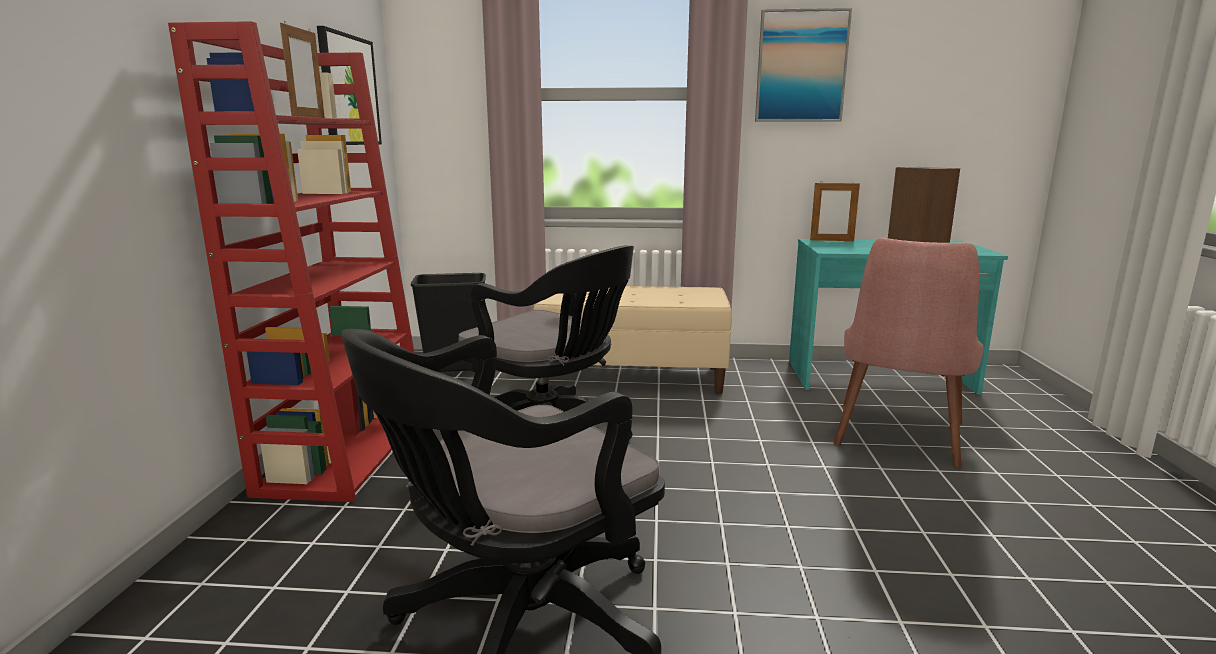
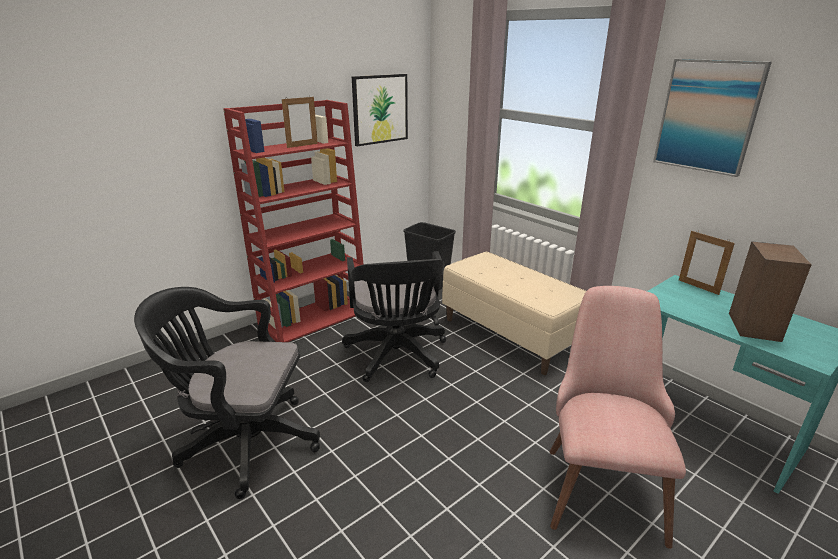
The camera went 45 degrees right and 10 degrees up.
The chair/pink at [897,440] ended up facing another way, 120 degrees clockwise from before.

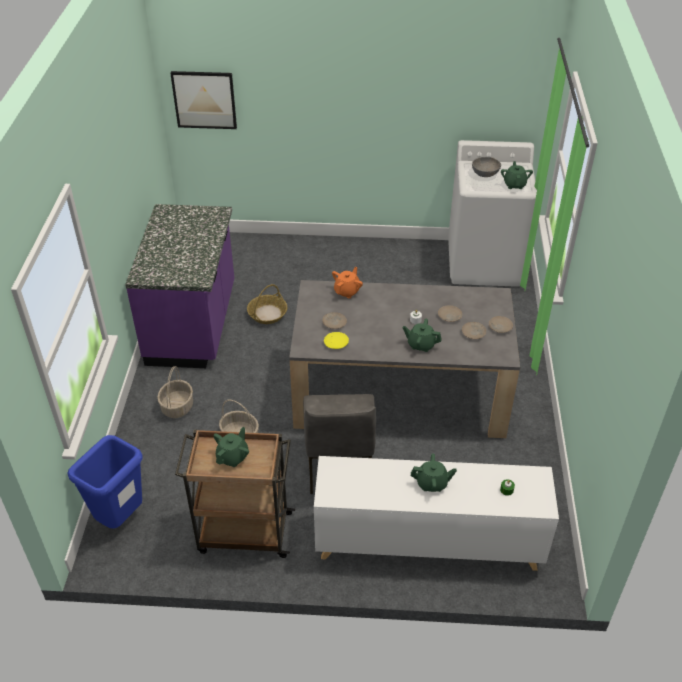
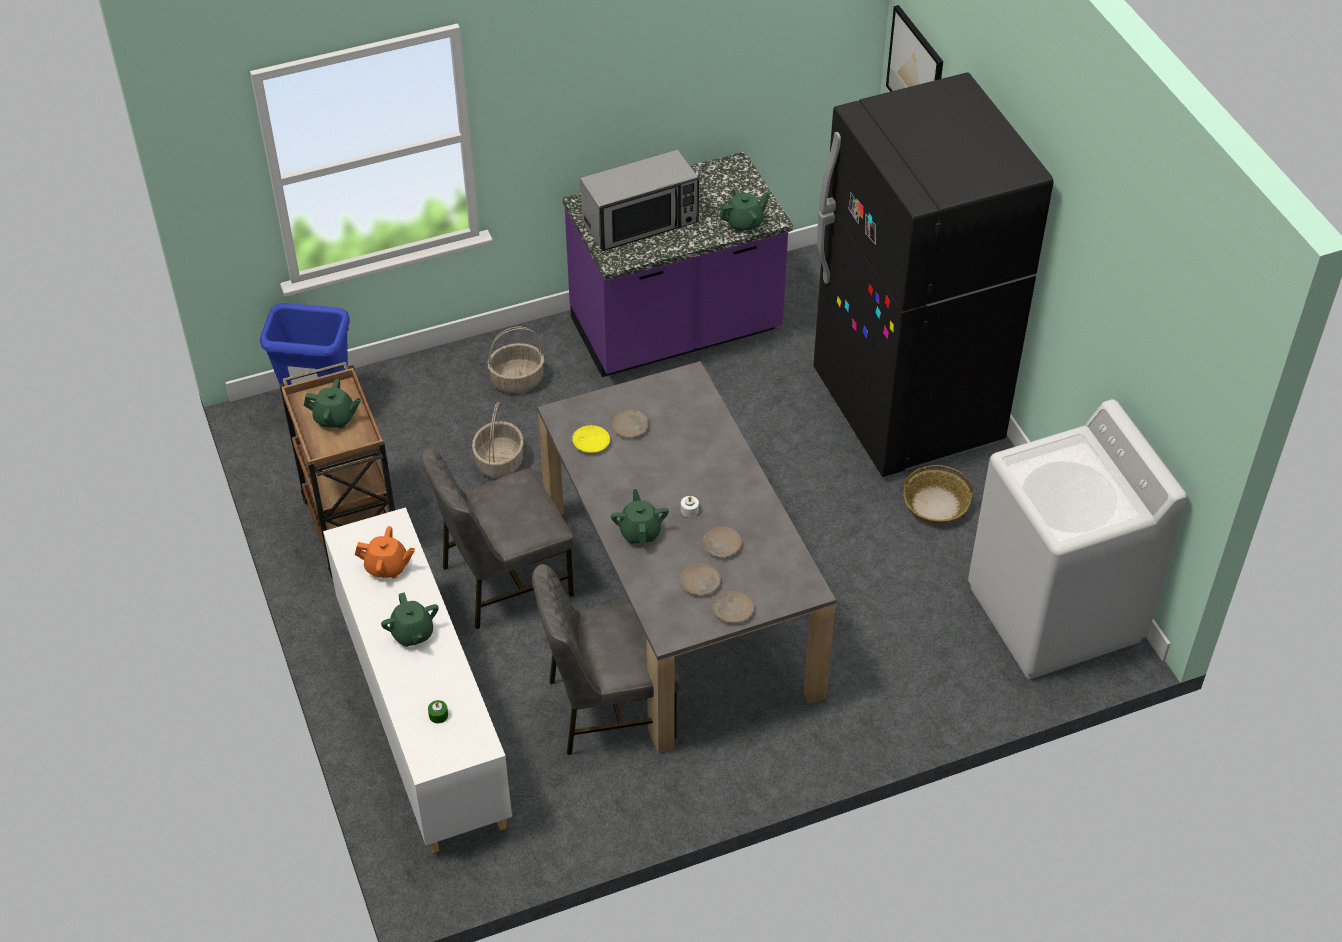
The camera went 65 degrees right and 5 degrees up.
The second view lost the bowl/grey at [485,173].
The second view gained the chair/grey at [608,707].
The second view gained the microwave at [641,222].
The second view gained the fridge/black at [907,409].
The basket ended up elsewhere, having gone from [267,314] to [936,504].
The teapot/orange ended up elsewhere, having gone from [347,291] to [387,567].
The teapot/green ended up elsewhere, having gone from [514,184] to [744,223].

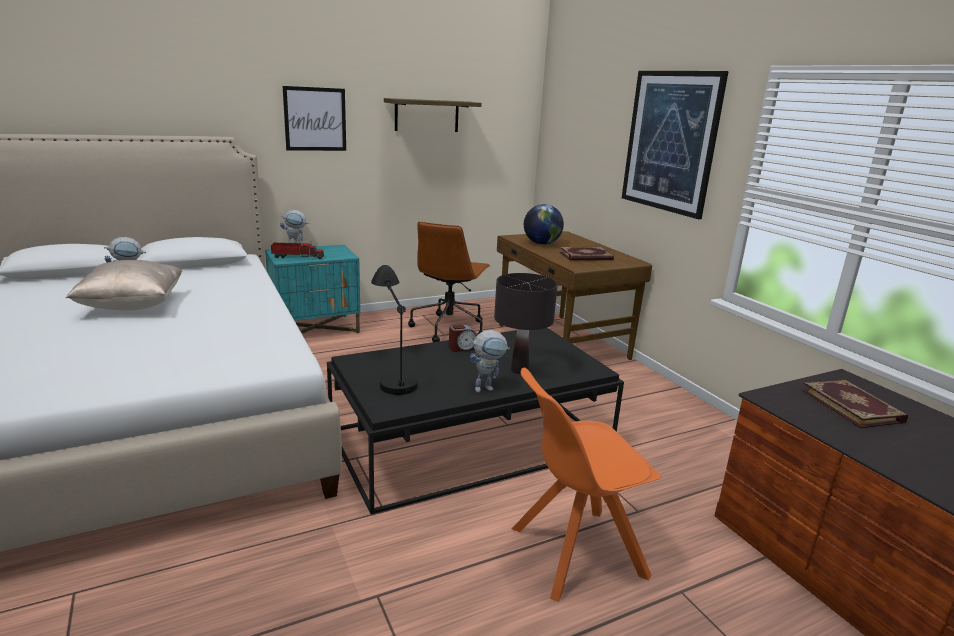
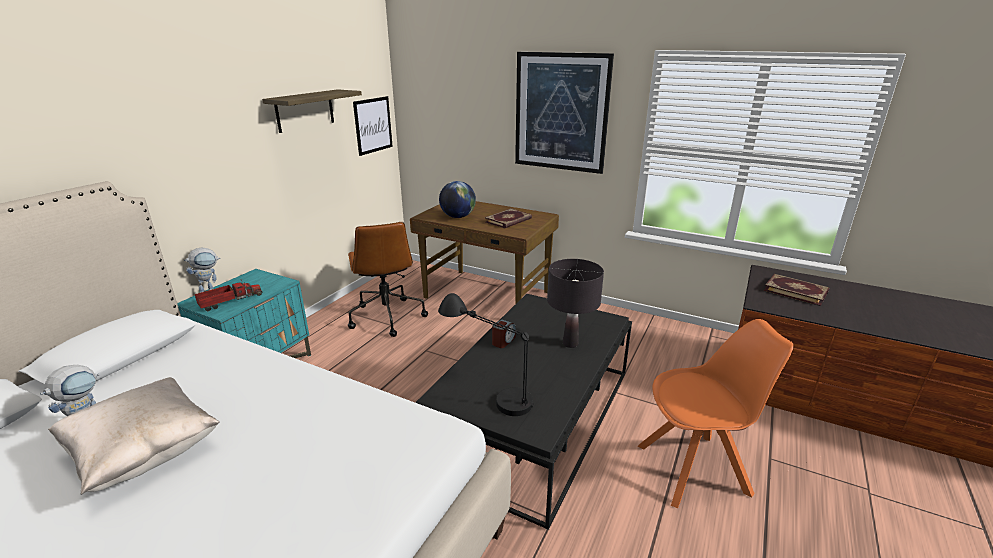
The camera went 35 degrees left and 5 degrees up.
The second view lost the toy robot at [487,388].
The picture ended up elsewhere, having gone from [315,119] to [373,125].
The chair/orange at [574,552] ended up facing another way, 135 degrees counterclockwise from before.

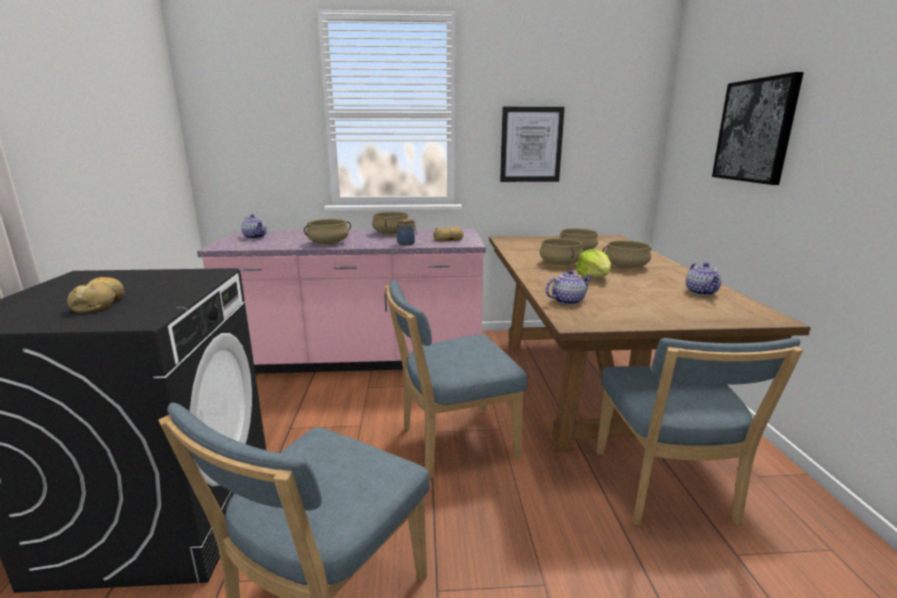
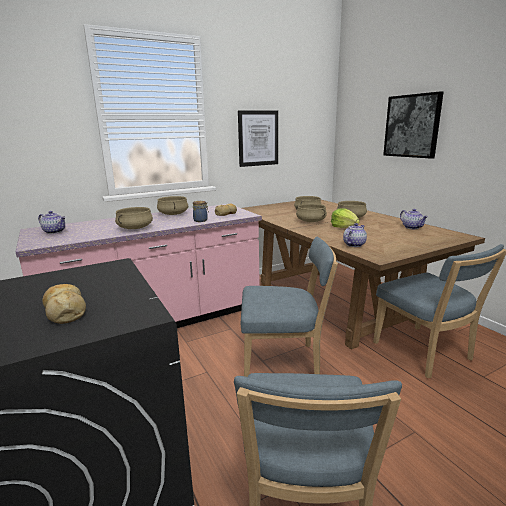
The camera went 25 degrees left and 0 degrees up.
The chair/blue at [452,443] ended up facing another way, 135 degrees counterclockwise from before.

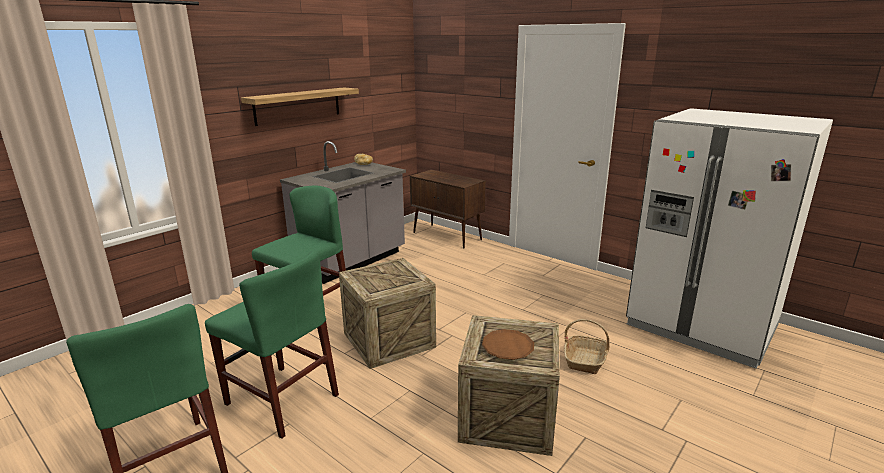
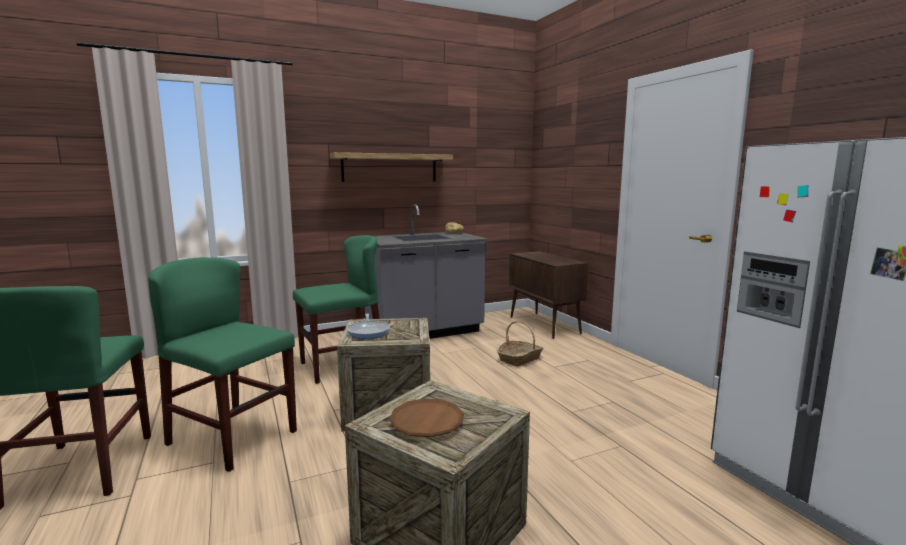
The camera went 25 degrees right and 10 degrees down.
The second view gained the frying pan at [368,331].
The basket ended up elsewhere, having gone from [585,360] to [519,359].
The chair/green at [281,399] ended up facing another way, 150 degrees clockwise from before.

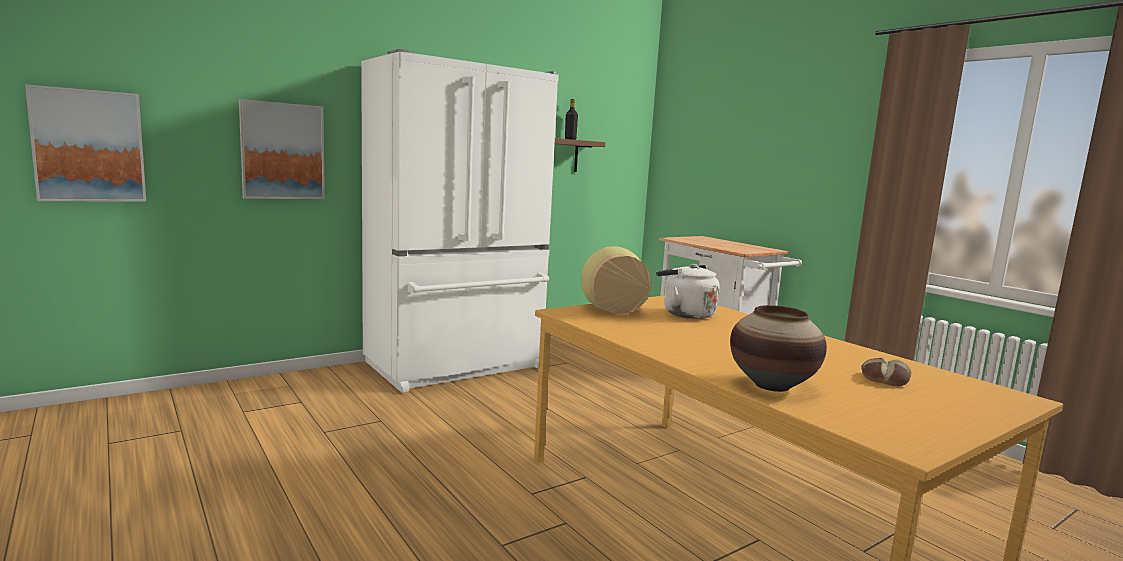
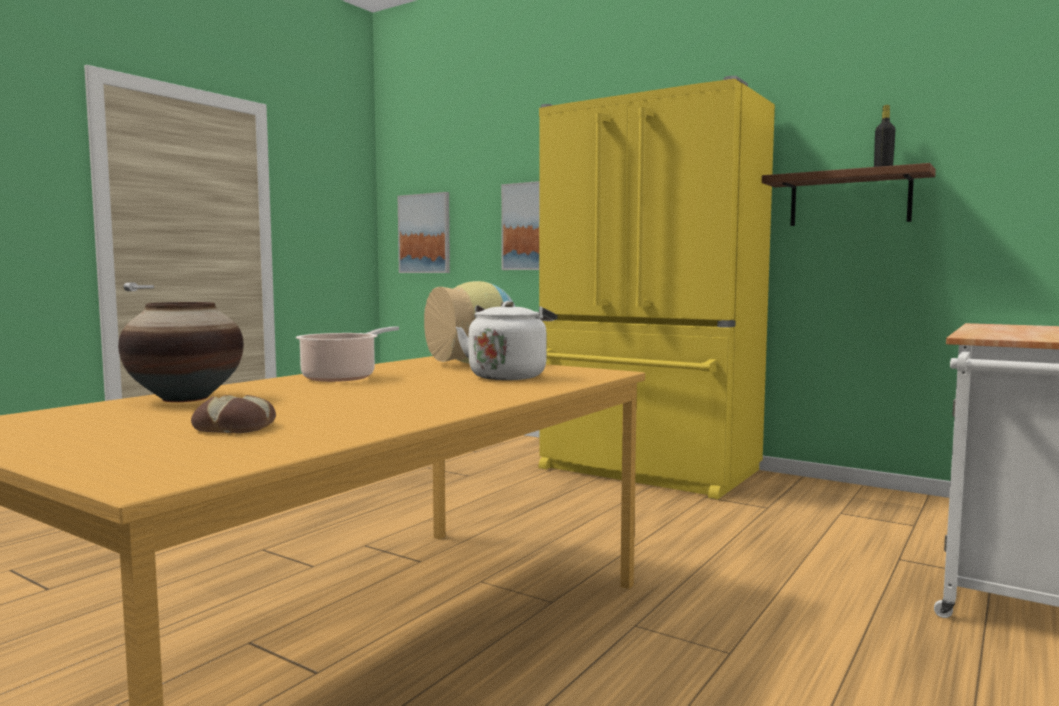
The camera went 70 degrees right and 5 degrees down.
The second view gained the cooking pot at [342,377].
What was the fridge/white at [457,366] turned into the fridge/yellow at [647,471].

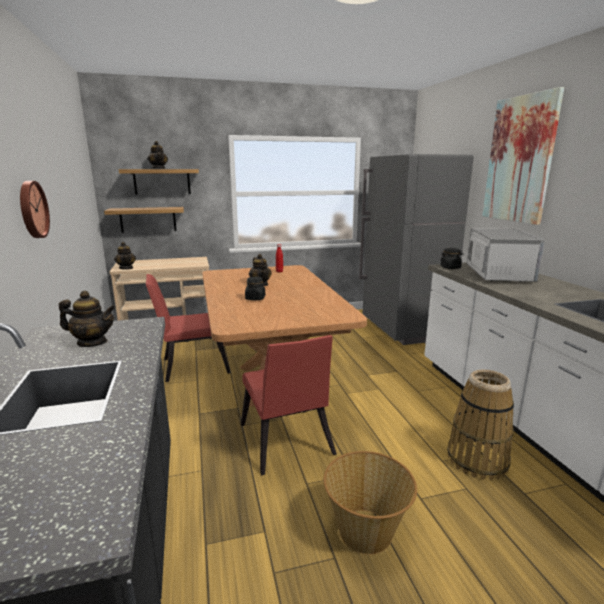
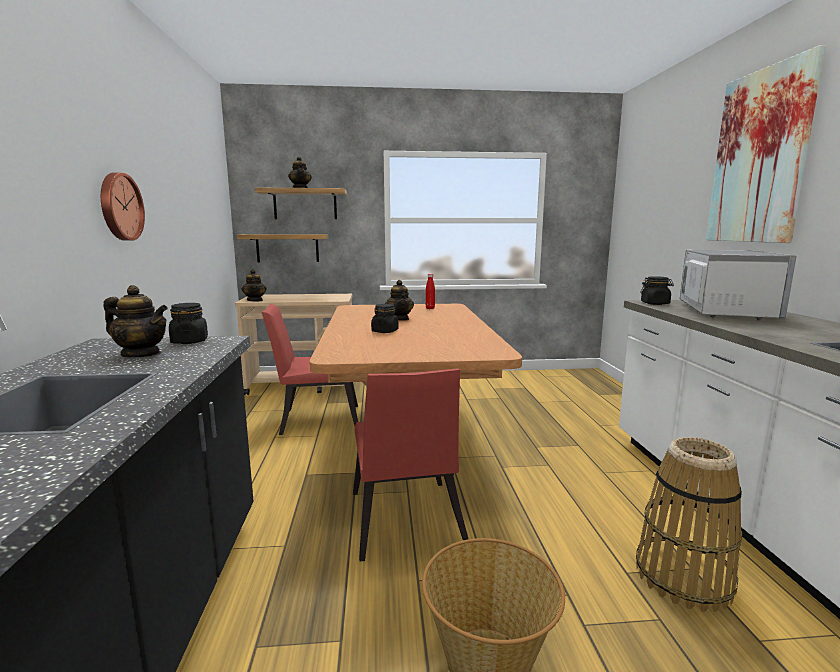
The camera went 10 degrees right and 5 degrees down.
The second view lost the fridge/grey at [403,330].
The second view gained the jar/black at [189,341].

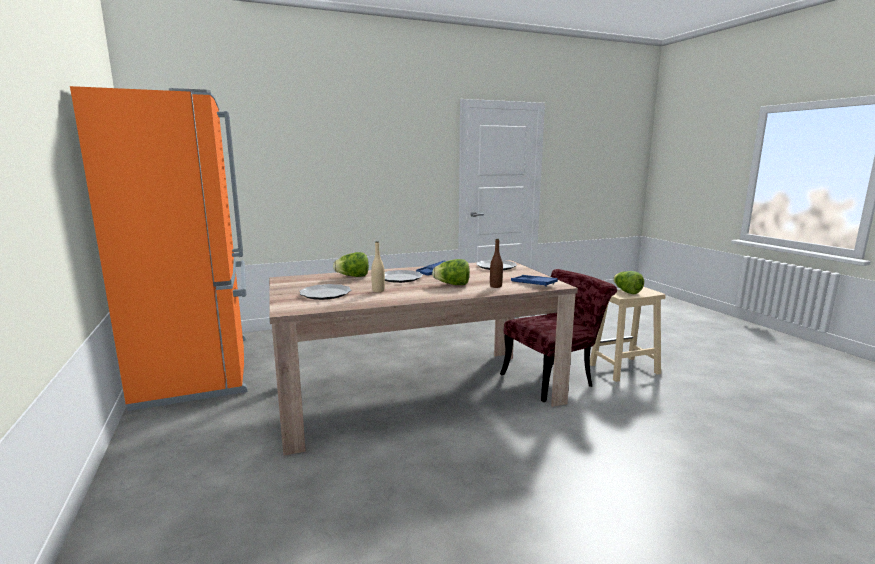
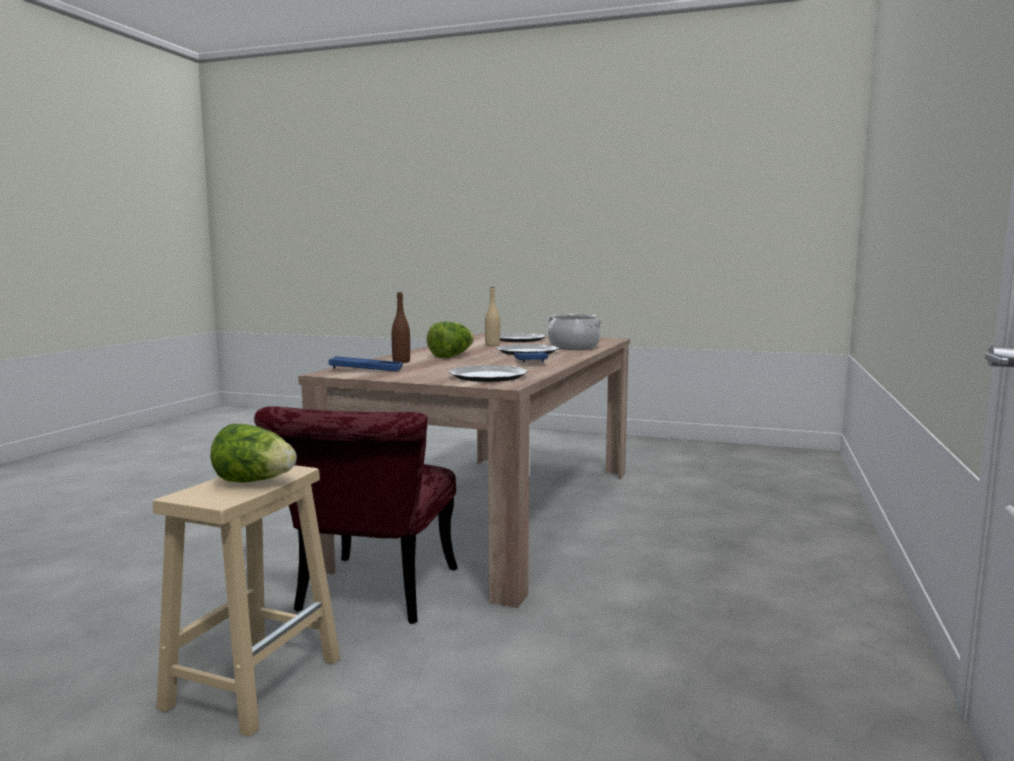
The camera went 130 degrees right and 5 degrees down.
The second view lost the fridge/orange at [199,369].
Where the lettuce stood at [353,276], the cooking pot came to stand at [573,347].

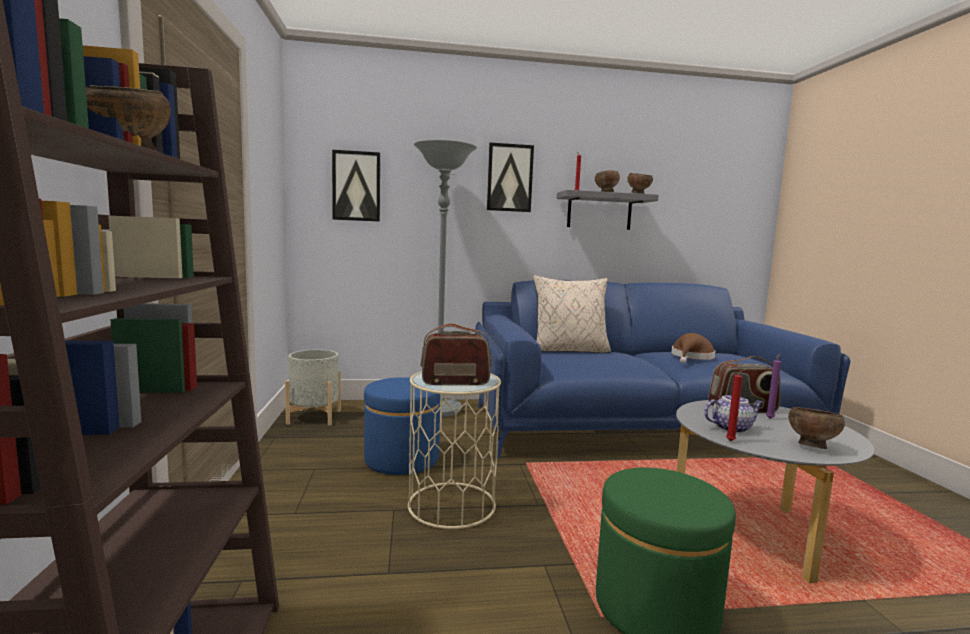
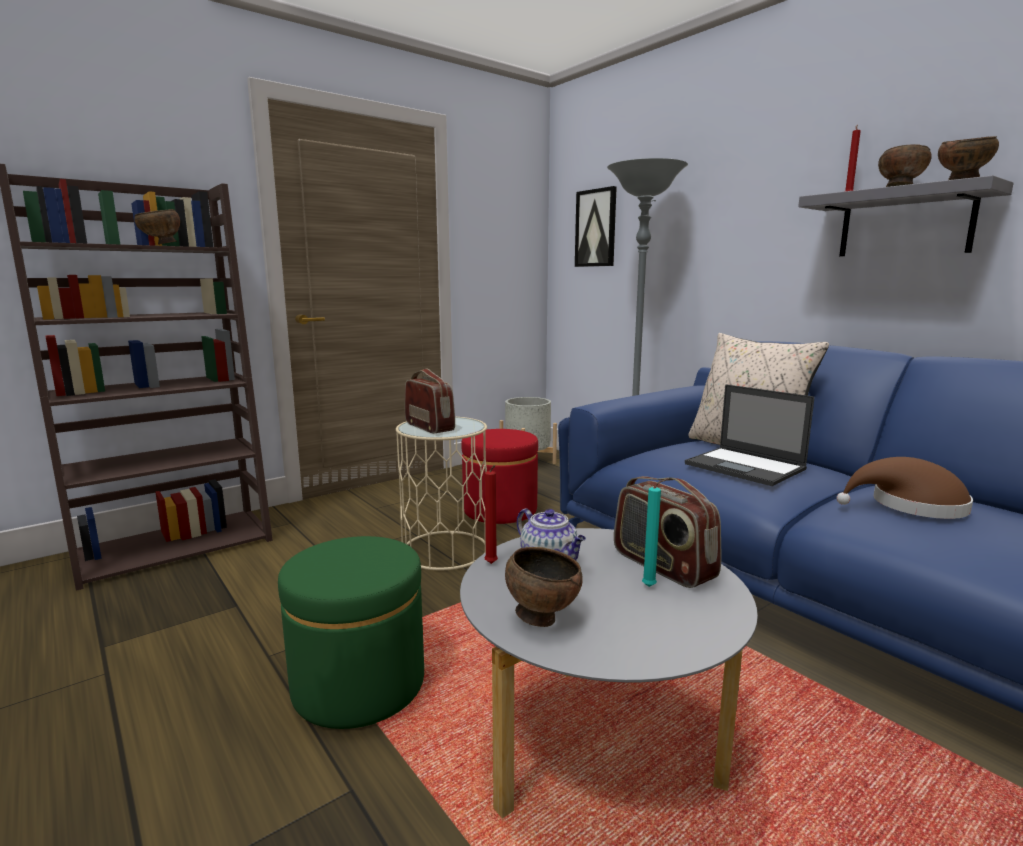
The camera went 60 degrees right and 5 degrees up.
The second view lost the picture at [509,178].
The second view gained the laptop at [746,467].
What was the ottoman/blue at [401,459] turned into the ottoman/red at [500,510].
What was the candle/purple at [770,418] turned into the candle/turquoise at [651,587].

